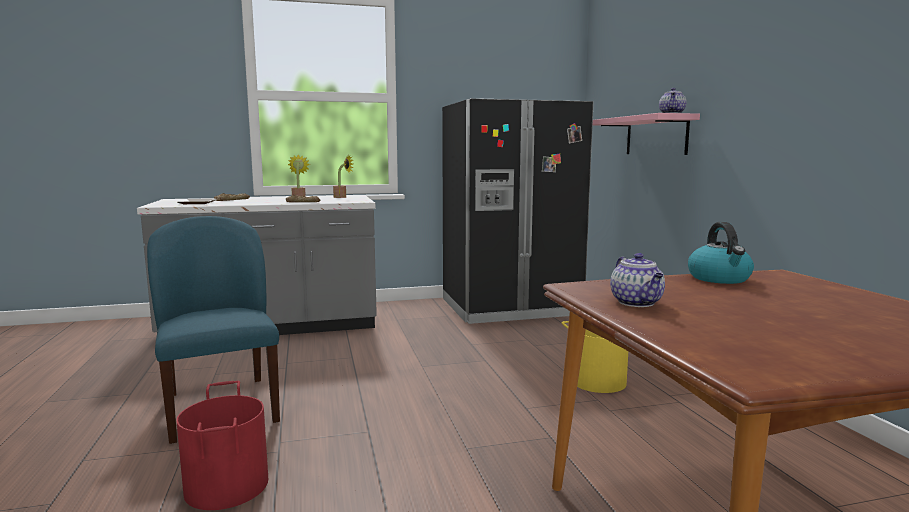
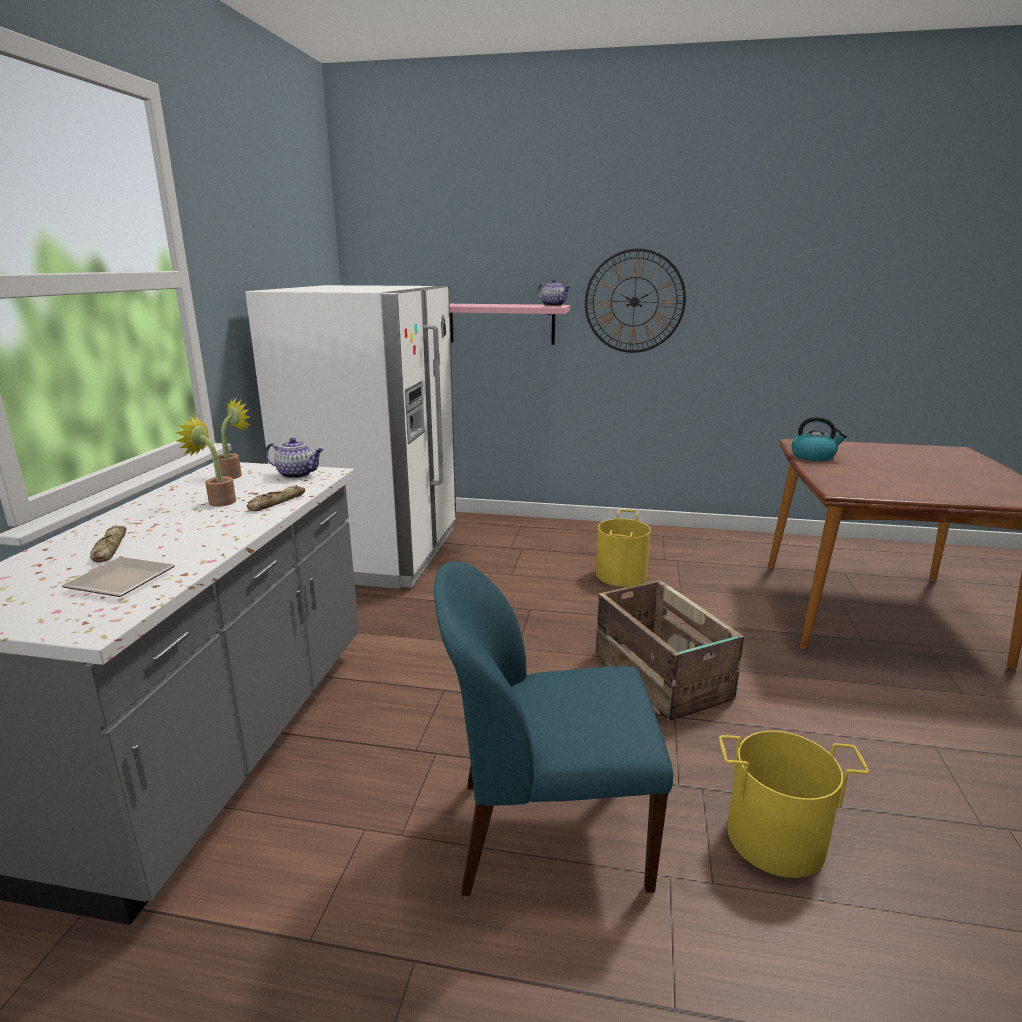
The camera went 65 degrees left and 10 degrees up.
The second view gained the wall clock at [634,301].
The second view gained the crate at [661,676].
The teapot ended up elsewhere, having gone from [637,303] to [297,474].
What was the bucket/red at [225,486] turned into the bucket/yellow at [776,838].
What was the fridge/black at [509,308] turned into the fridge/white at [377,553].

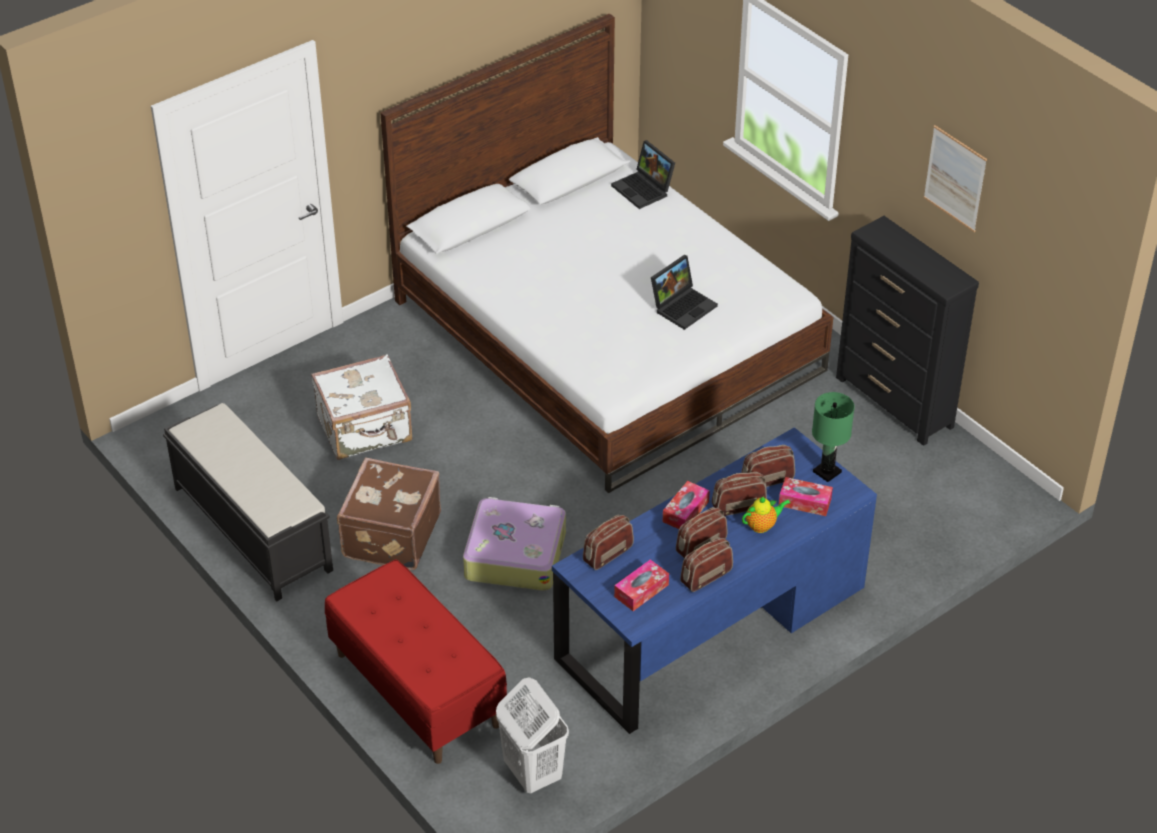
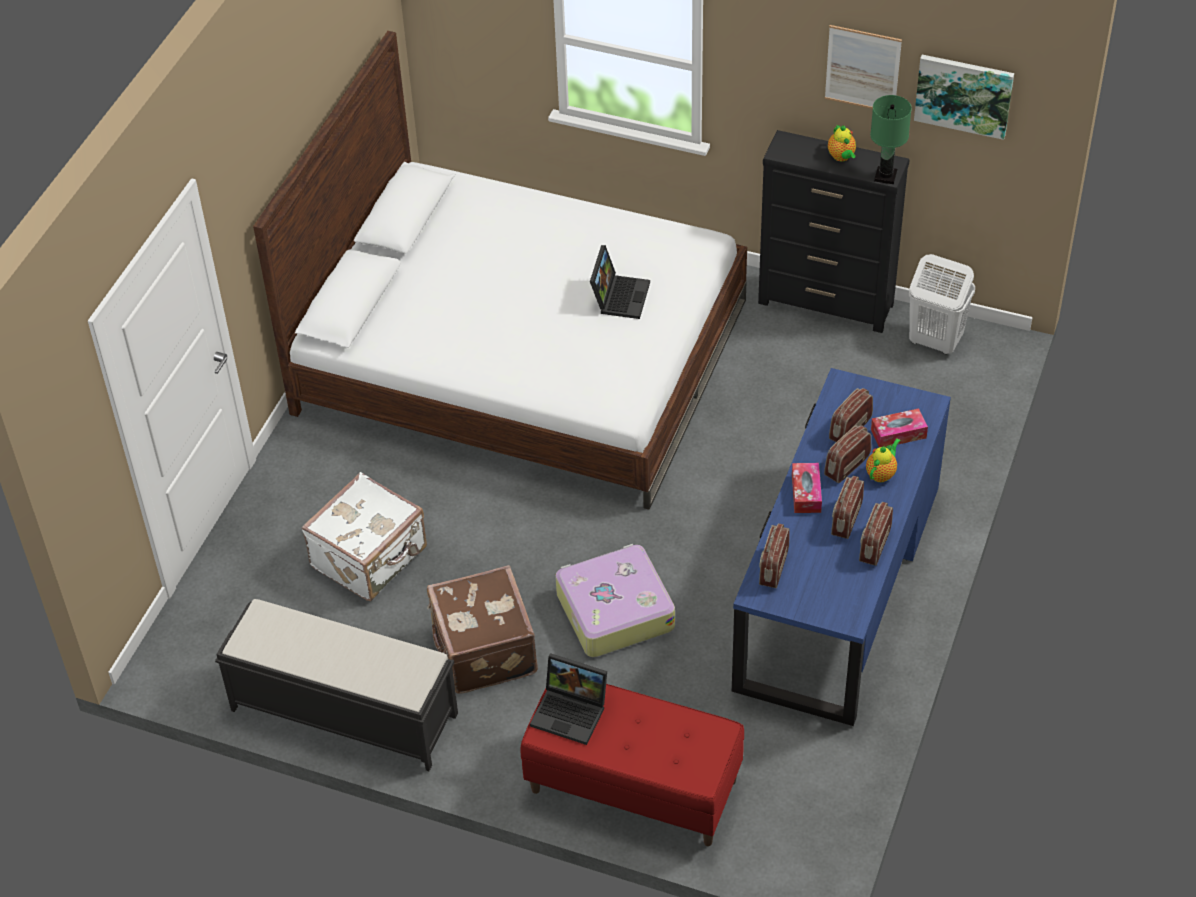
The camera went 30 degrees left and 5 degrees up.
The second view lost the tissue box at [641,591].
The second view gained the teapot at [842,157].
The second view gained the picture at [964,94].
The laundry basket/white ended up elsewhere, having gone from [532,773] to [934,341].
The laptop ended up elsewhere, having gone from [644,189] to [571,712].
The table lamp/green ended up elsewhere, having gone from [827,472] to [886,176].

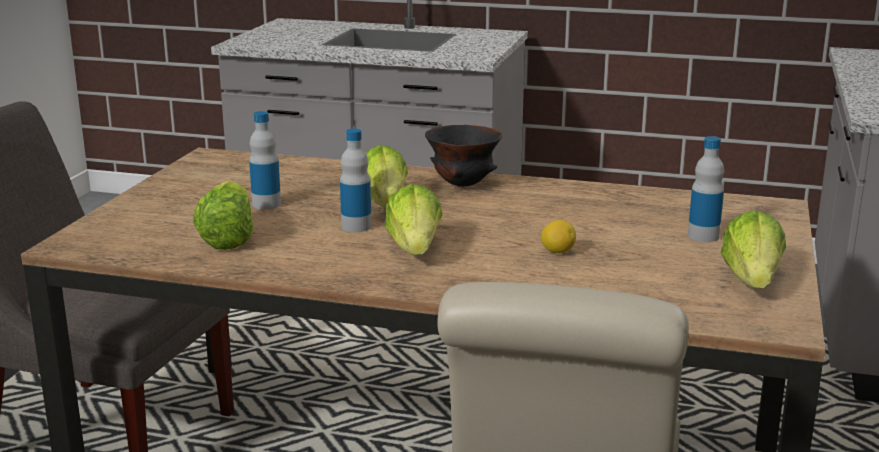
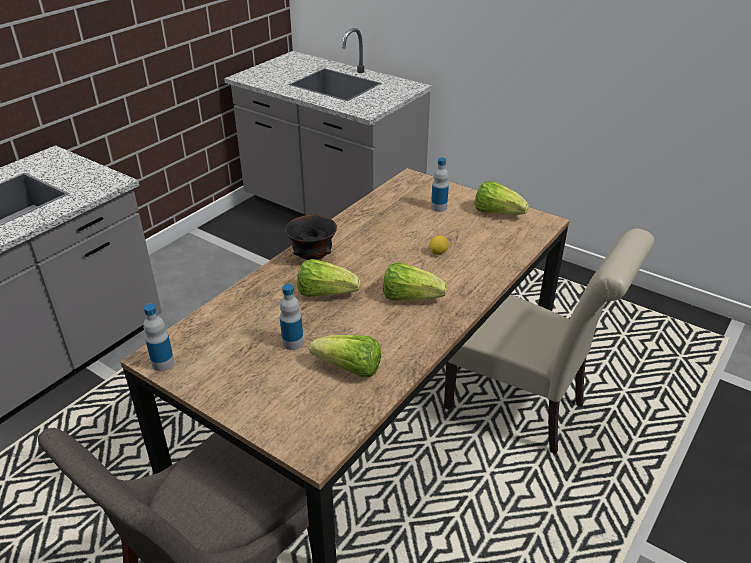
The camera went 70 degrees left and 15 degrees up.
The bottle ended up elsewhere, having gone from [356,226] to [163,363].

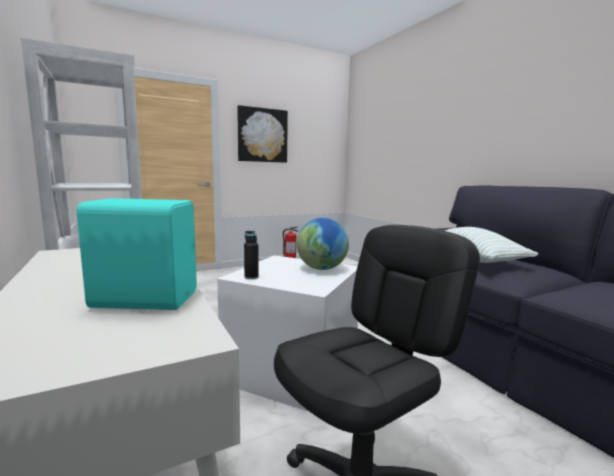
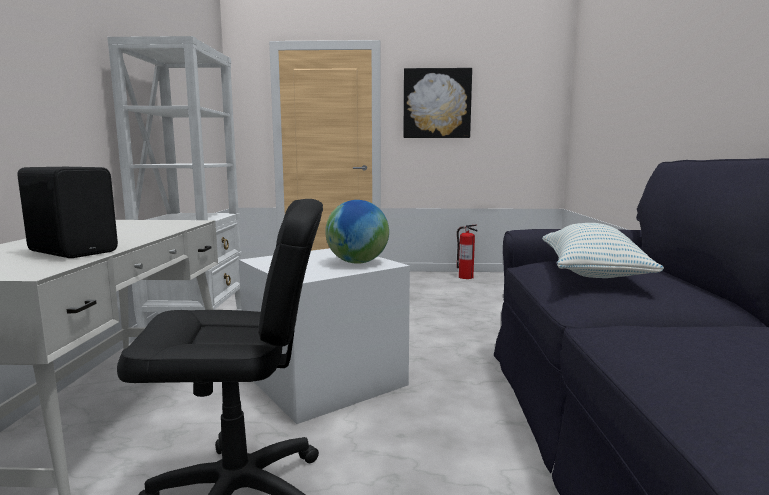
The camera went 30 degrees right and 0 degrees up.
The second view lost the bottle/black at [251,277].
What was the speaker/turquoise at [145,299] turned into the speaker/black at [75,251].

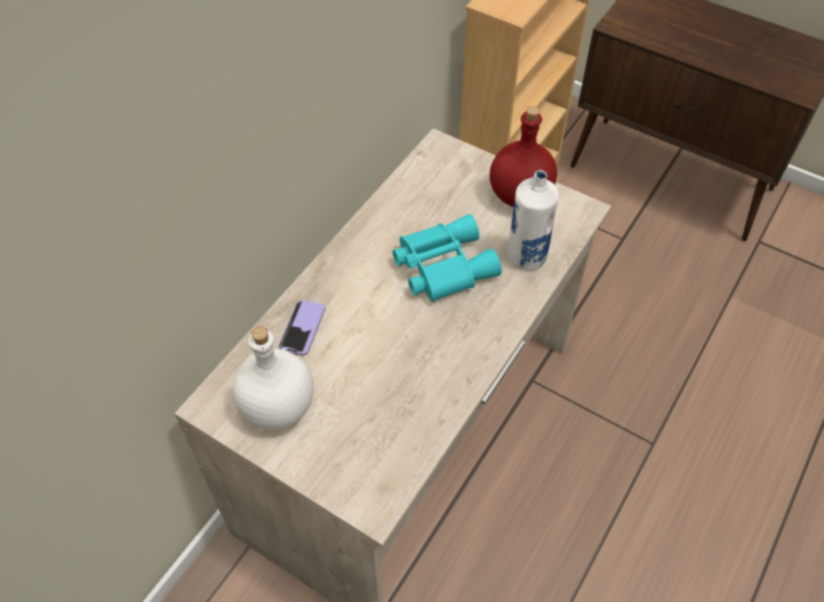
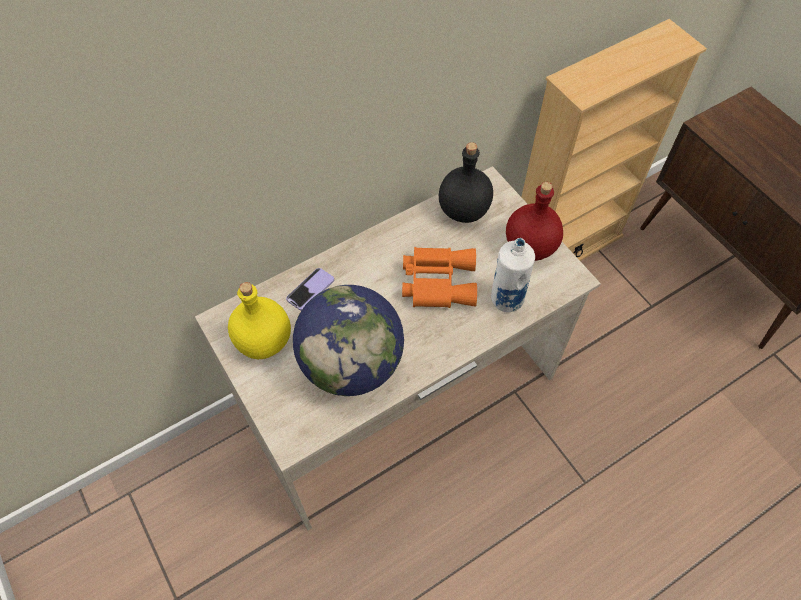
The camera went 25 degrees right and 5 degrees up.
The second view gained the globe at [351,364].
The second view gained the bottle/black at [464,210].
What was the bottle/white at [279,408] turned into the bottle/yellow at [264,342].
What was the binoculars/turquoise at [441,265] turned into the binoculars/orange at [437,280].

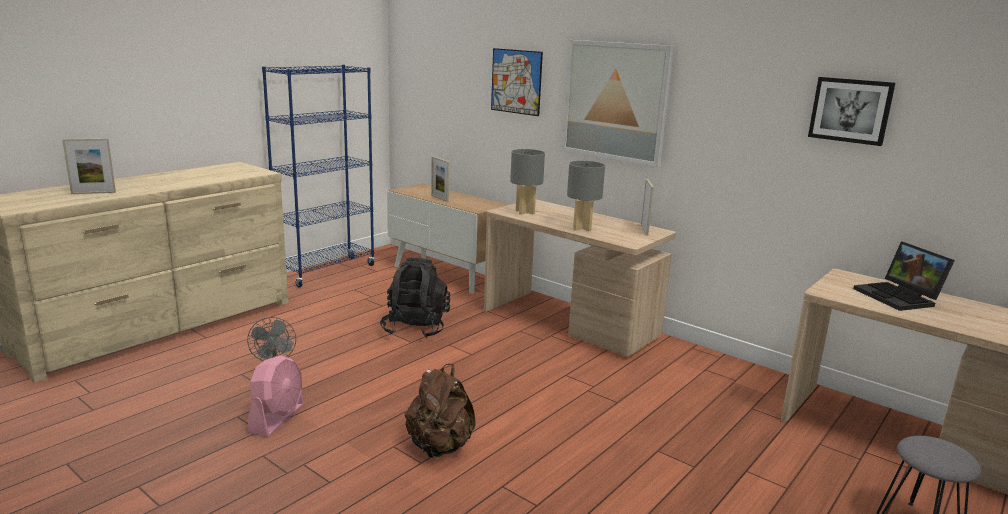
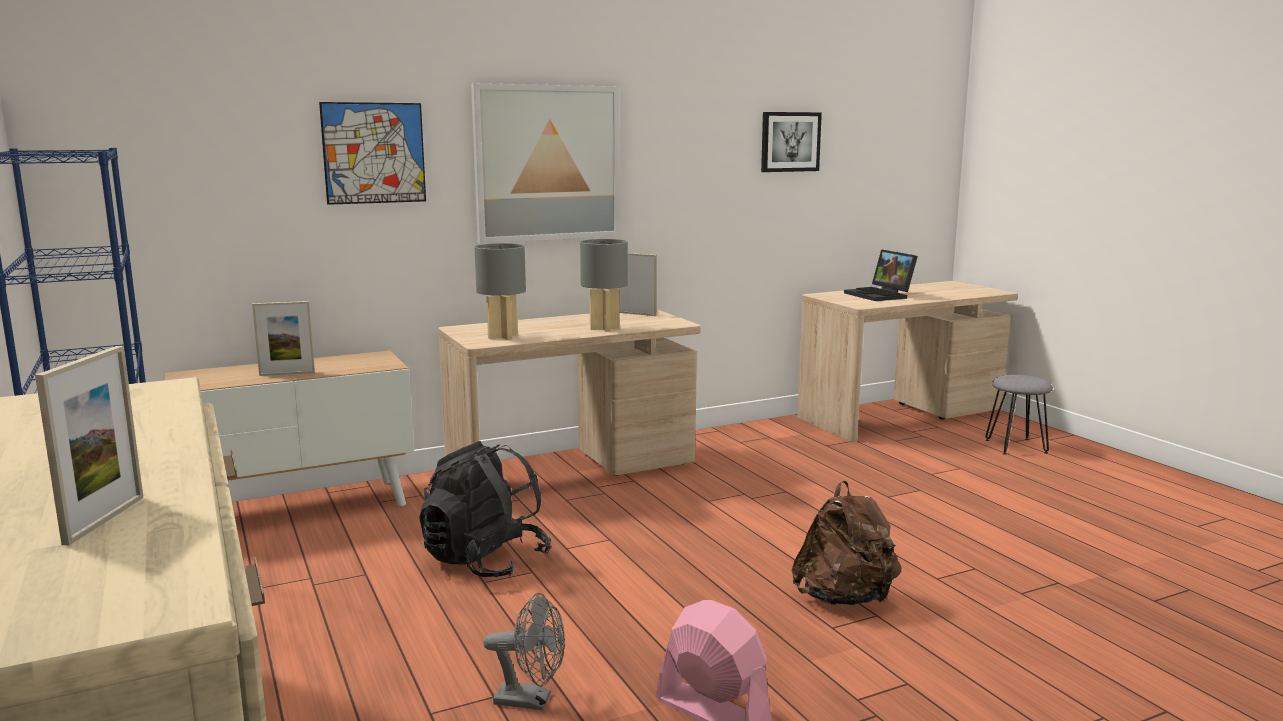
The camera went 65 degrees left and 5 degrees down.
The laptop at [899,297] ended up facing another way, 60 degrees clockwise from before.

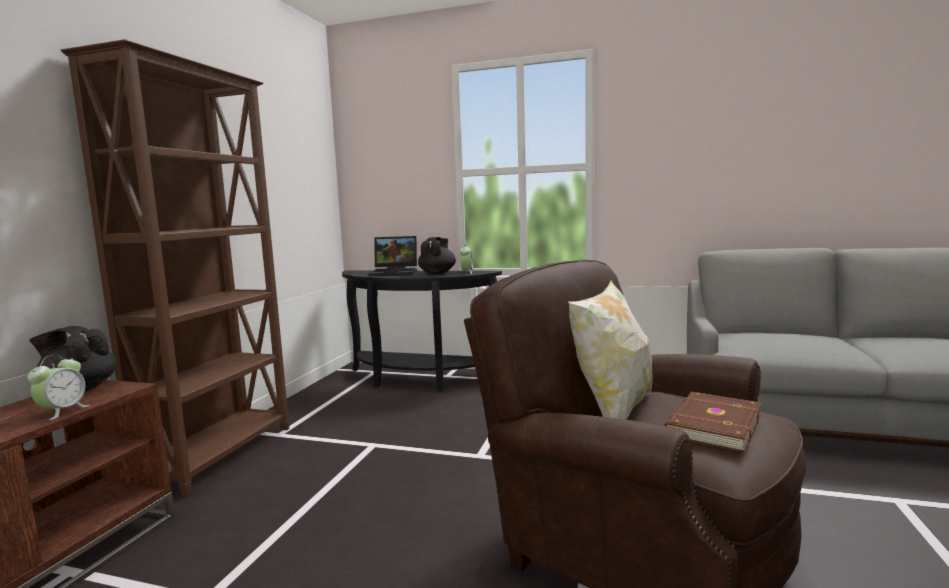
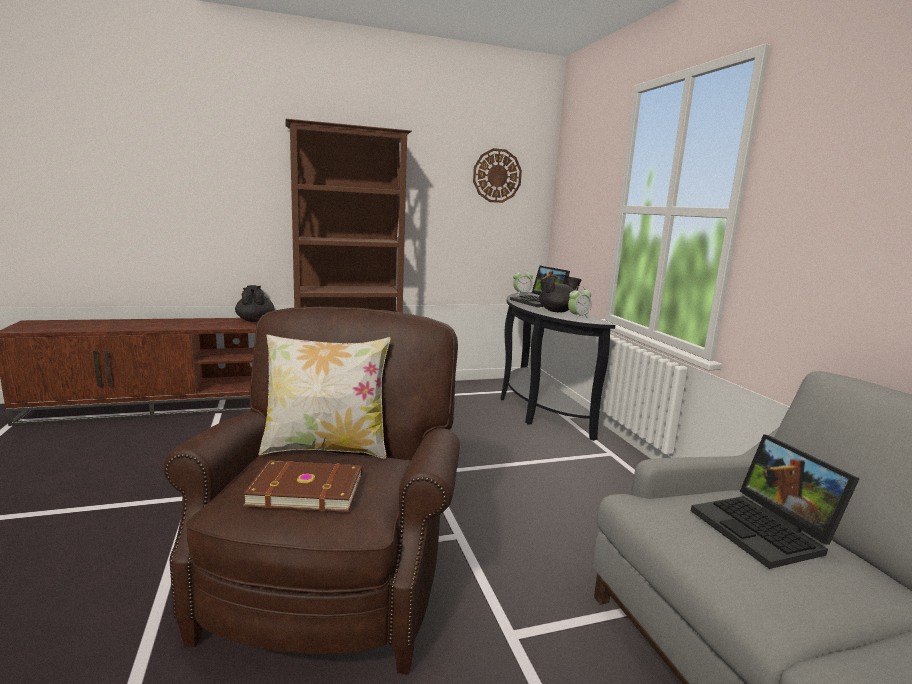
The camera went 55 degrees right and 5 degrees up.
The second view gained the wall clock at [497,176].
The second view gained the laptop at [766,531].
The alarm clock ended up elsewhere, having gone from [62,411] to [521,294].

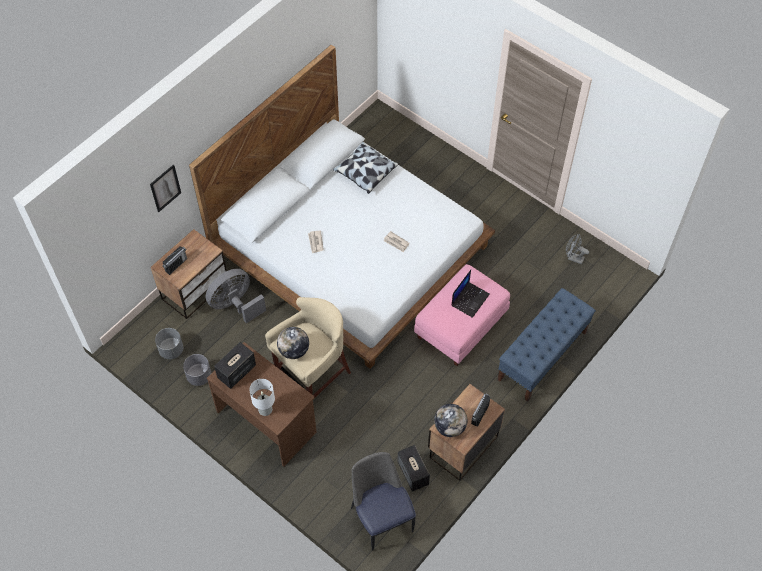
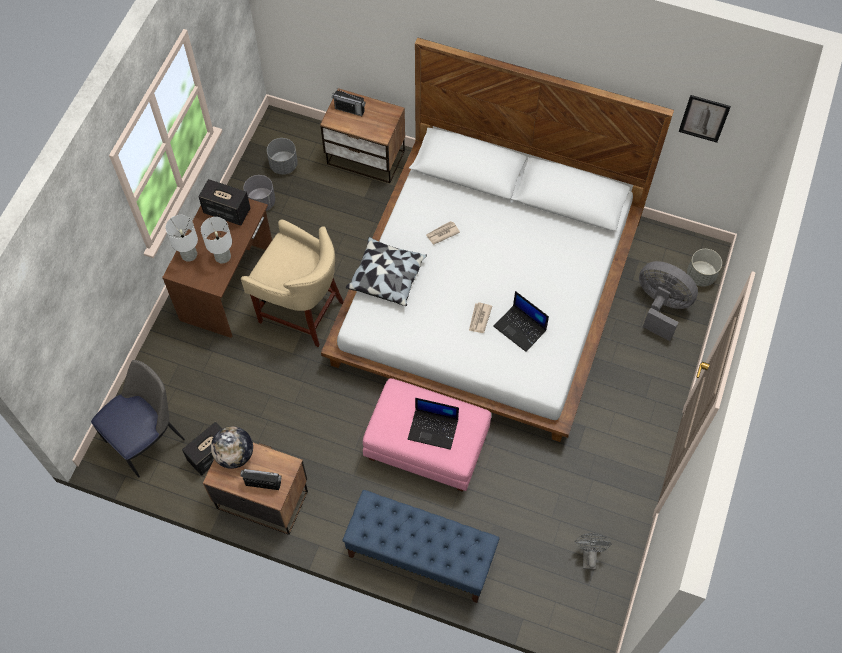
The camera went 70 degrees right and 5 degrees up.
The second view lost the globe at [294,350].
The second view gained the table lamp/white at [223,256].
The second view gained the laptop at [520,328].
The second view gained the planter/grey at [701,276].
The picture ended up elsewhere, having gone from [165,188] to [704,118].
The fan/grey ended up elsewhere, having gone from [235,305] to [660,307].
The pillow ended up elsewhere, having gone from [365,172] to [387,277].

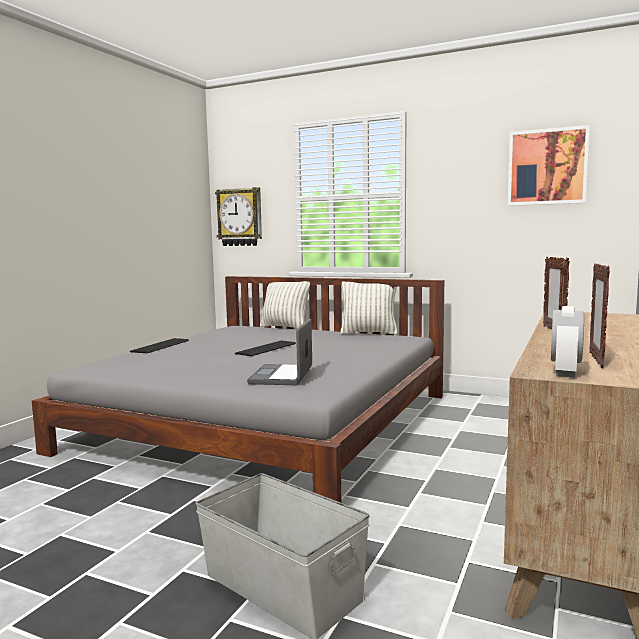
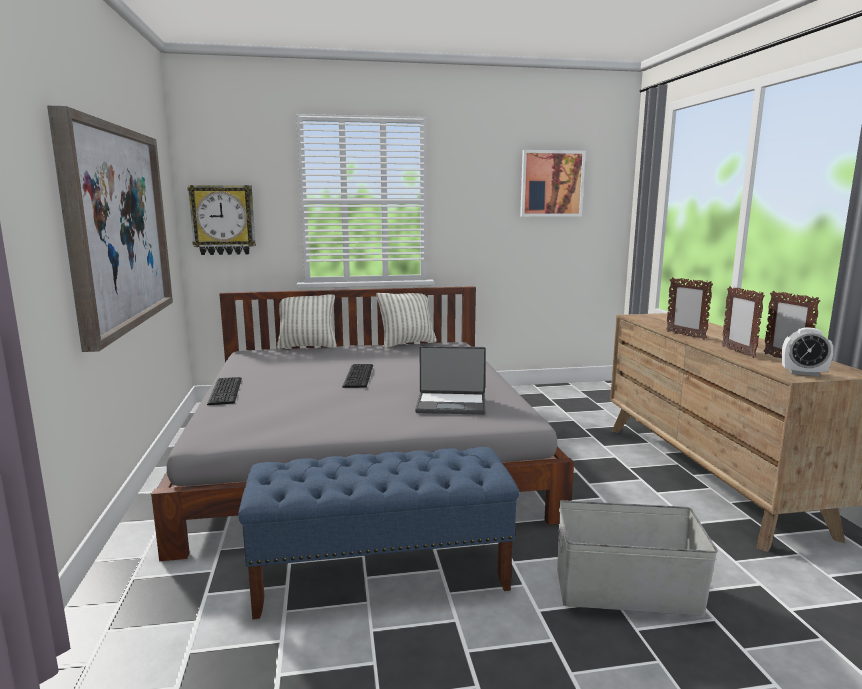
The camera went 35 degrees left and 5 degrees up.
The second view gained the picture at [118,227].
The second view gained the bench/blue at [382,575].
The laptop at [283,376] ended up facing another way, 60 degrees counterclockwise from before.
The alarm clock at [565,372] ended up facing another way, 60 degrees counterclockwise from before.

